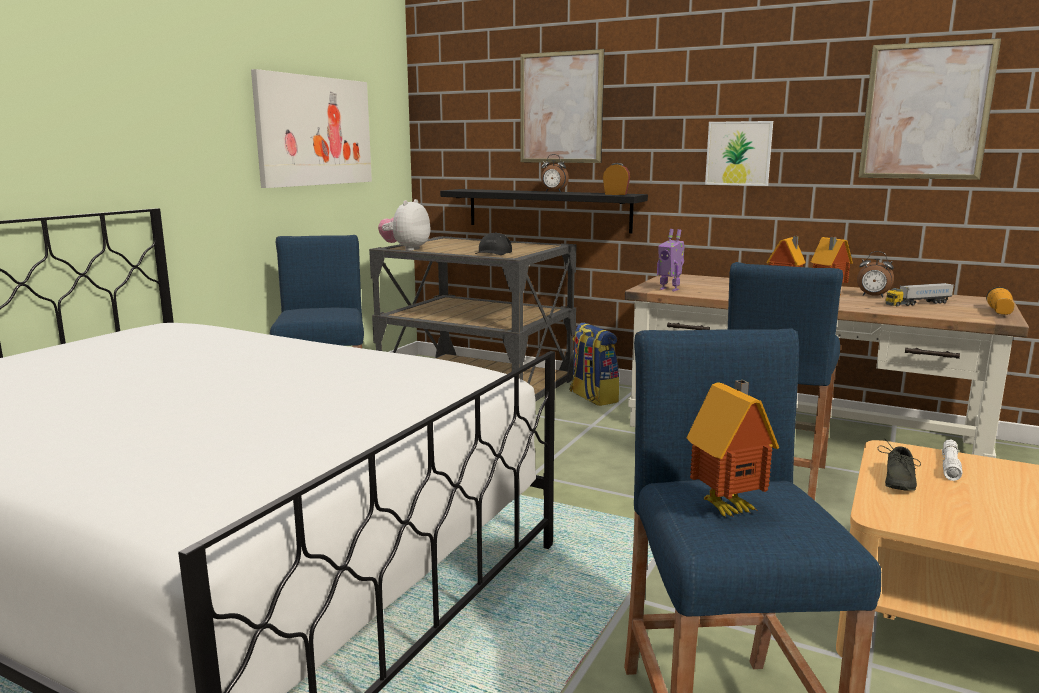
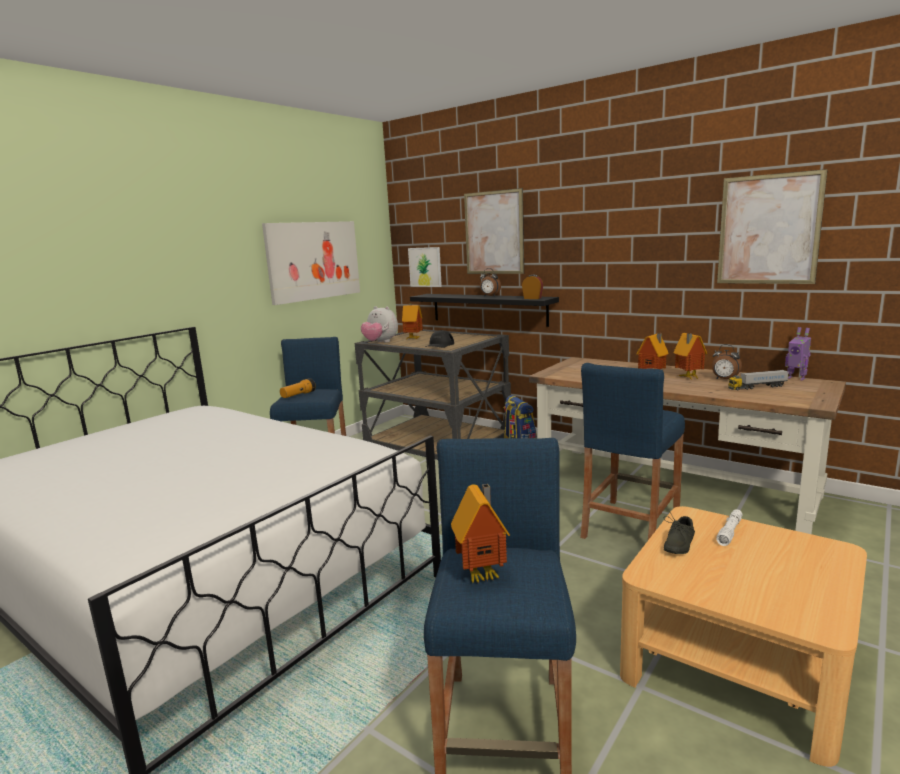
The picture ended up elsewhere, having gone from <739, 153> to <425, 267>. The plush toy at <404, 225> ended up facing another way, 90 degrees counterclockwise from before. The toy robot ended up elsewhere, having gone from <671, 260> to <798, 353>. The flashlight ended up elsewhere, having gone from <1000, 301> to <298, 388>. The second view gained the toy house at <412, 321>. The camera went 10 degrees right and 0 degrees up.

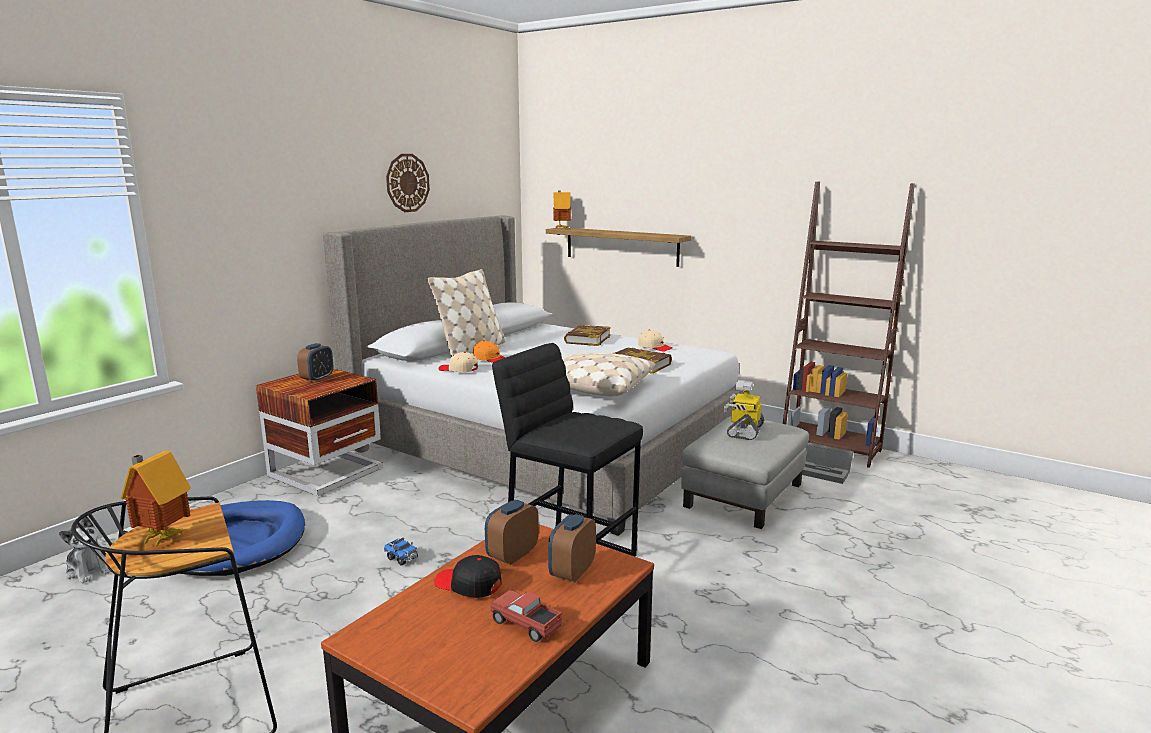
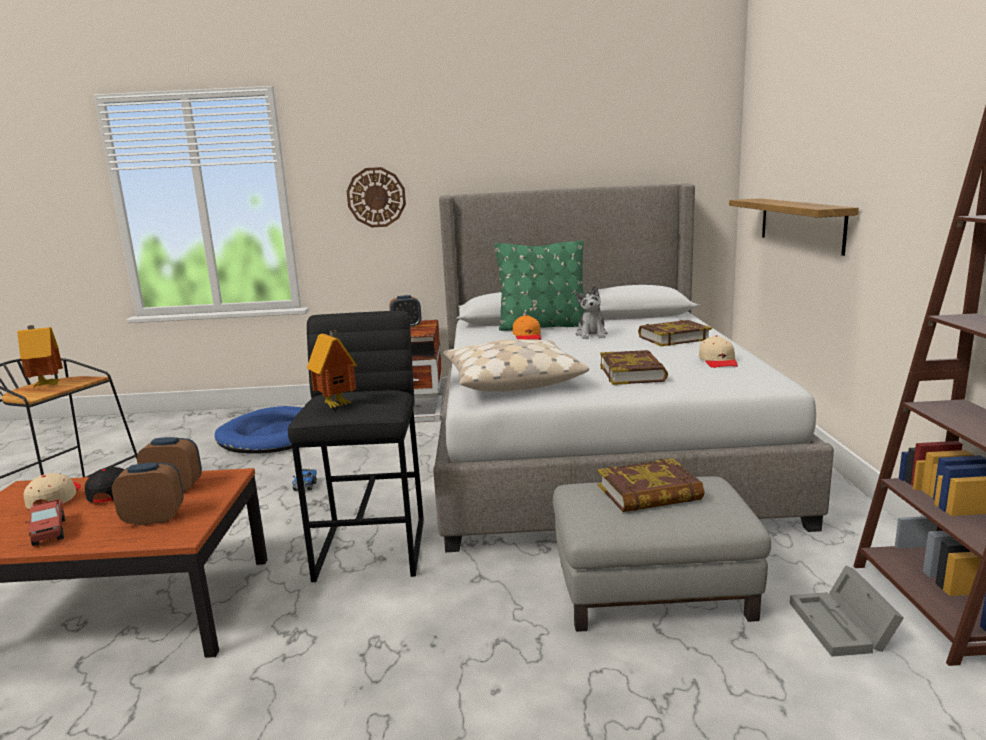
The wall clock ended up elsewhere, having gone from <408, 183> to <376, 197>. The toy house ended up elsewhere, having gone from <562, 209> to <332, 369>. What was the pillow/beige at <466, 313> turned into the pillow/green at <539, 285>. The cap/beige ended up elsewhere, having gone from <458, 362> to <52, 491>. Where the toy robot stood at <743, 410>, the book came to stand at <651, 485>. The plush toy ended up elsewhere, having gone from <85, 549> to <591, 312>. The toy truck at <526, 616> ended up facing another way, 150 degrees clockwise from before. The camera went 55 degrees right and 0 degrees up.

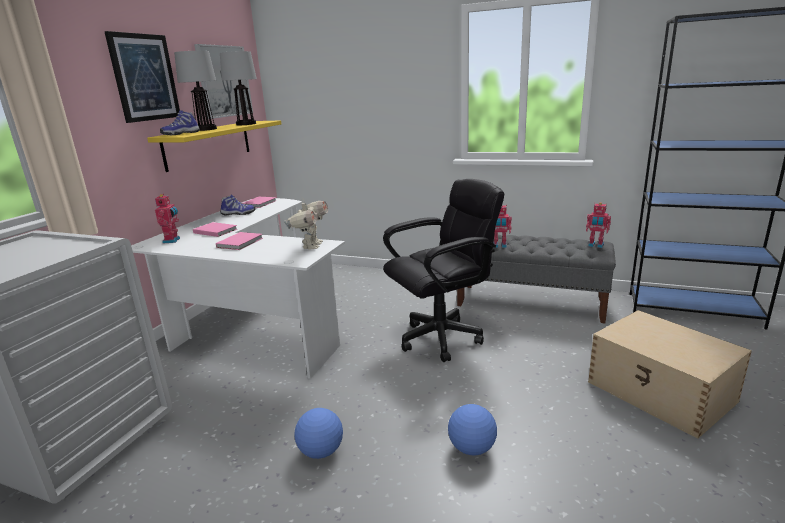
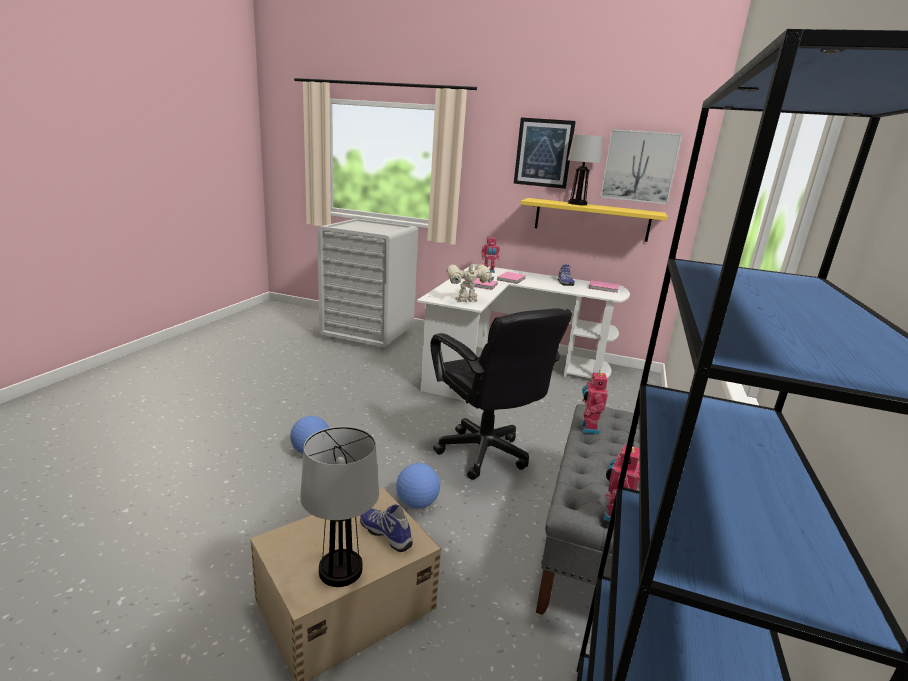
The table lamp ended up elsewhere, having gone from <238, 88> to <339, 506>. The shoe ended up elsewhere, having gone from <180, 122> to <386, 528>. The toy robot at <306, 224> ended up facing another way, 150 degrees clockwise from before. The football ended up elsewhere, having gone from <319, 433> to <418, 486>. The camera went 85 degrees right and 0 degrees up.

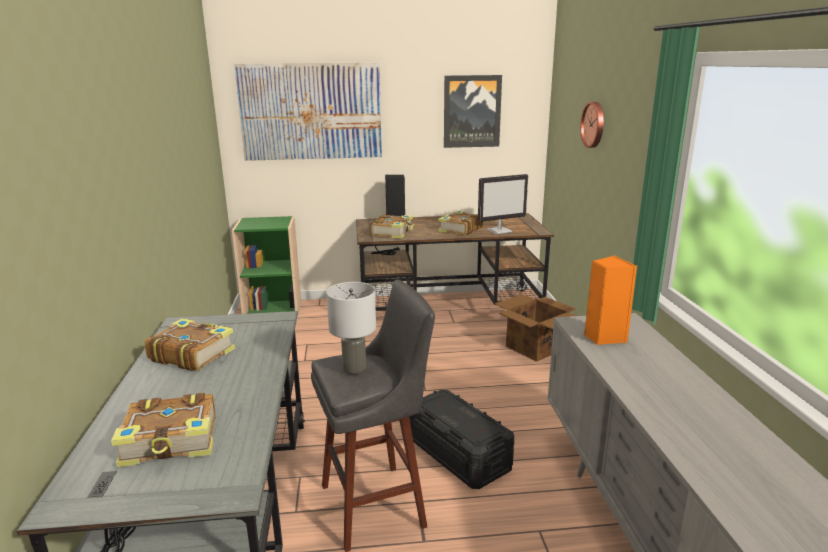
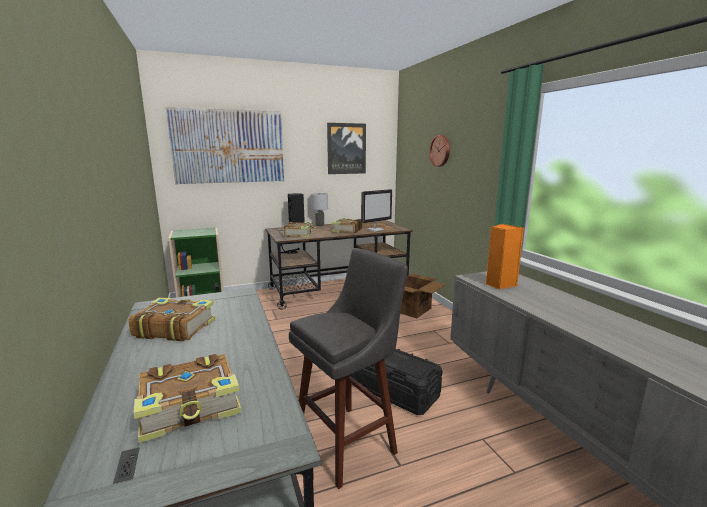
The table lamp/white ended up elsewhere, having gone from <351, 328> to <319, 209>. The camera went 15 degrees left and 5 degrees down.

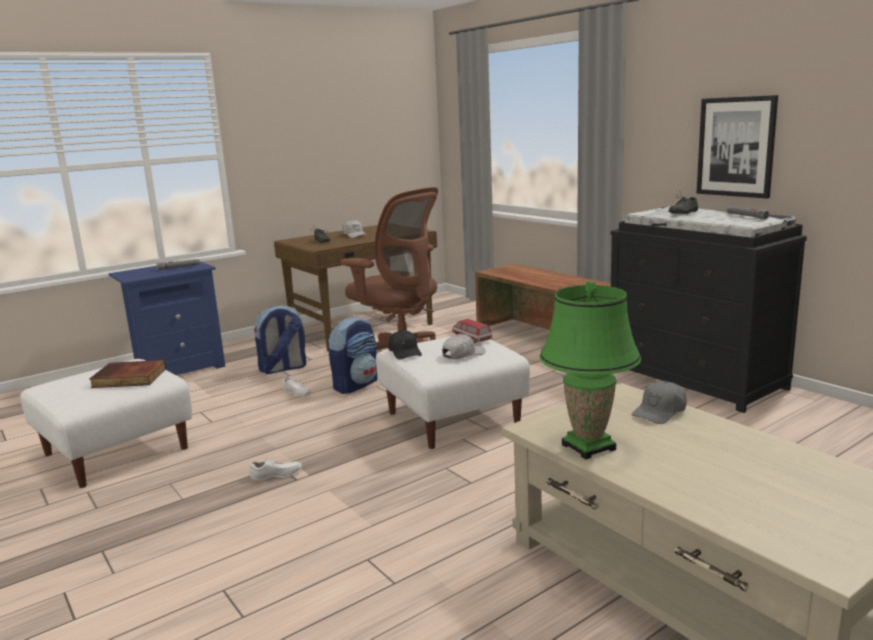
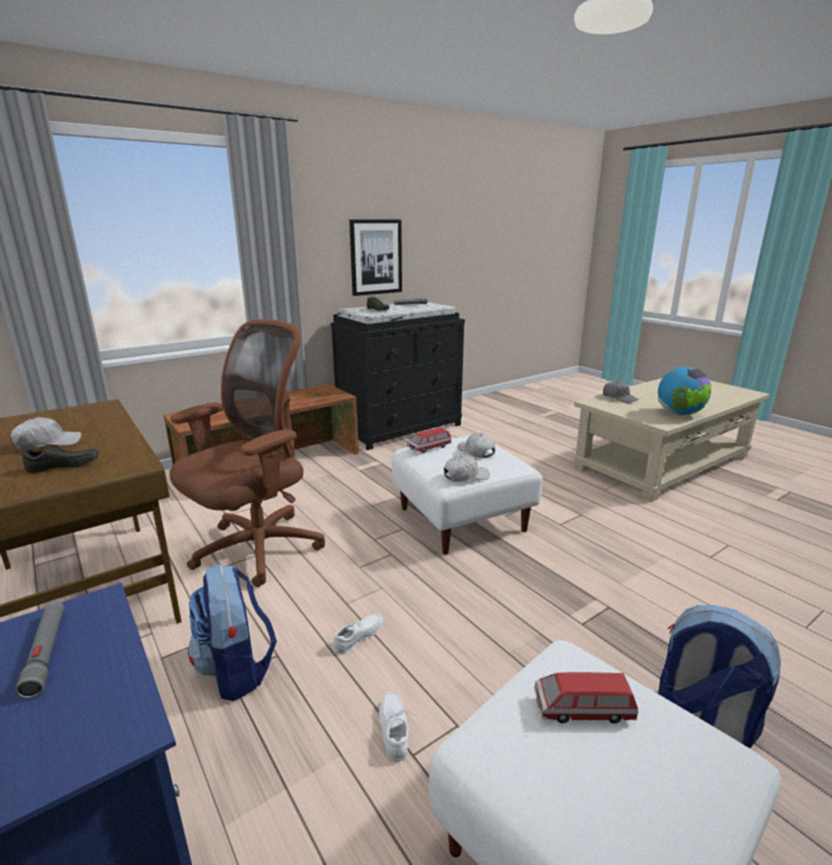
Where the table lamp/green stood at <590, 370>, the globe came to stand at <684, 391>. The backpack ended up elsewhere, having gone from <352, 355> to <719, 676>. What was the cap/black at <405, 345> turned into the cap/white at <467, 468>. Where the book stood at <128, 374>, the toy car came to stand at <586, 698>. The shoe/white ended up elsewhere, having gone from <275, 468> to <397, 726>. The camera went 90 degrees left and 5 degrees up.

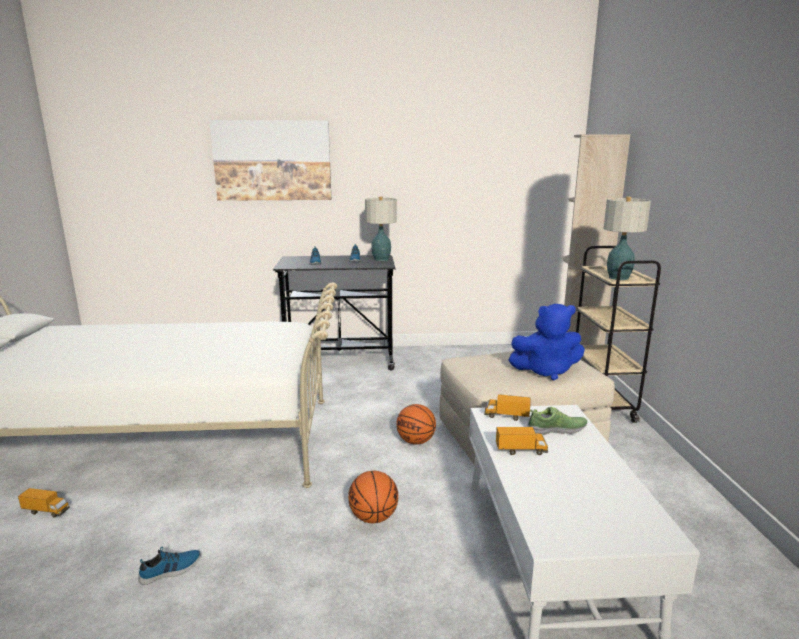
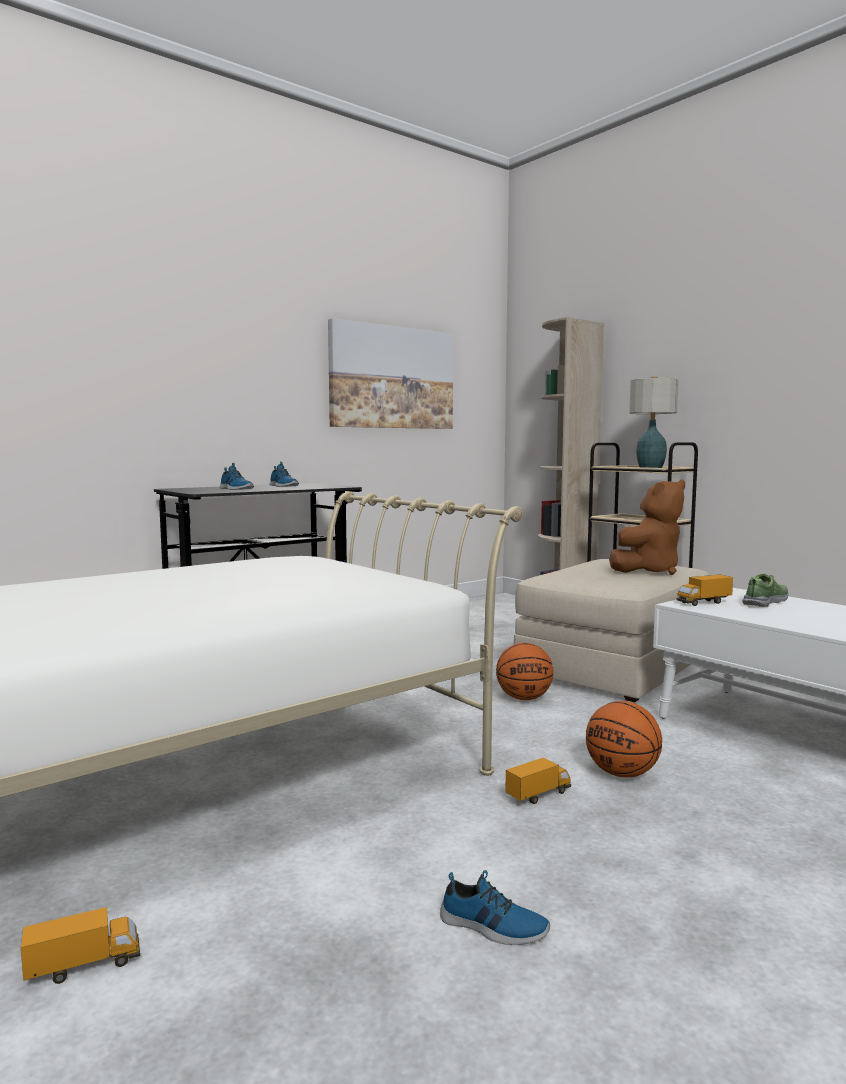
The picture ended up elsewhere, having gone from <270, 160> to <390, 373>. The second view lost the table lamp at <381, 229>. What was the plush toy/blue at <547, 342> turned into the plush toy/brown at <647, 527>. The toy truck ended up elsewhere, having gone from <522, 441> to <538, 780>. The shoe at <169, 566> ended up facing another way, 90 degrees clockwise from before. The camera went 35 degrees left and 10 degrees down.

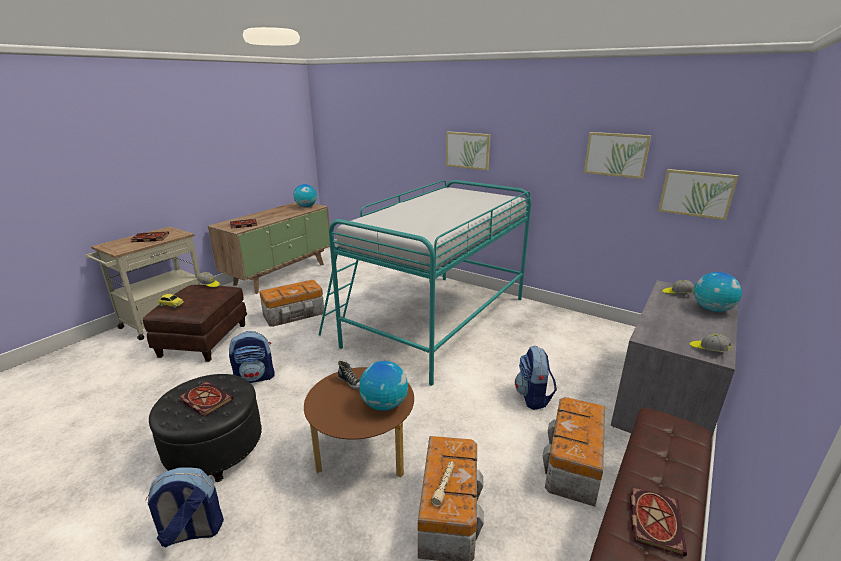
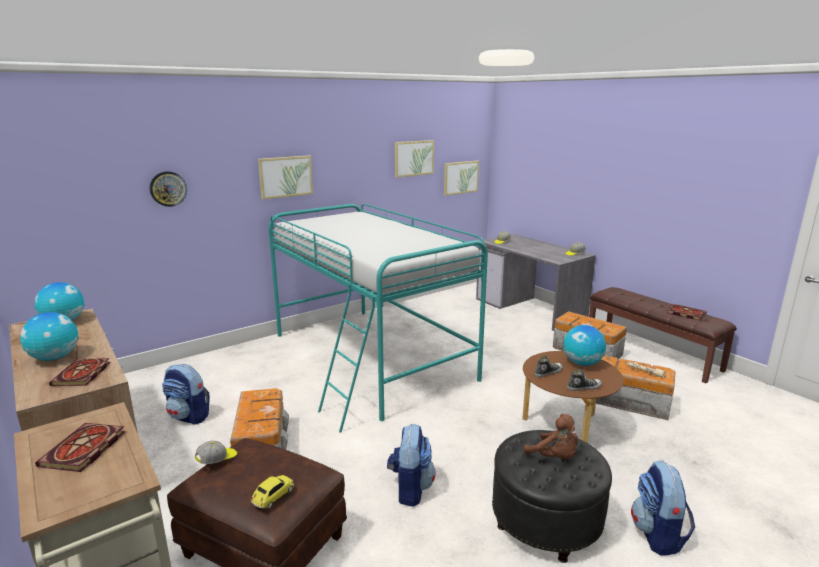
The globe ended up elsewhere, having gone from <717, 292> to <49, 336>. The backpack ended up elsewhere, having gone from <536, 378> to <186, 394>. Where the book stood at <206, 399>, the plush toy/brown came to stand at <551, 436>. The second view gained the wall clock at <168, 189>. The second view gained the shoe at <584, 380>. The camera went 70 degrees left and 5 degrees down.

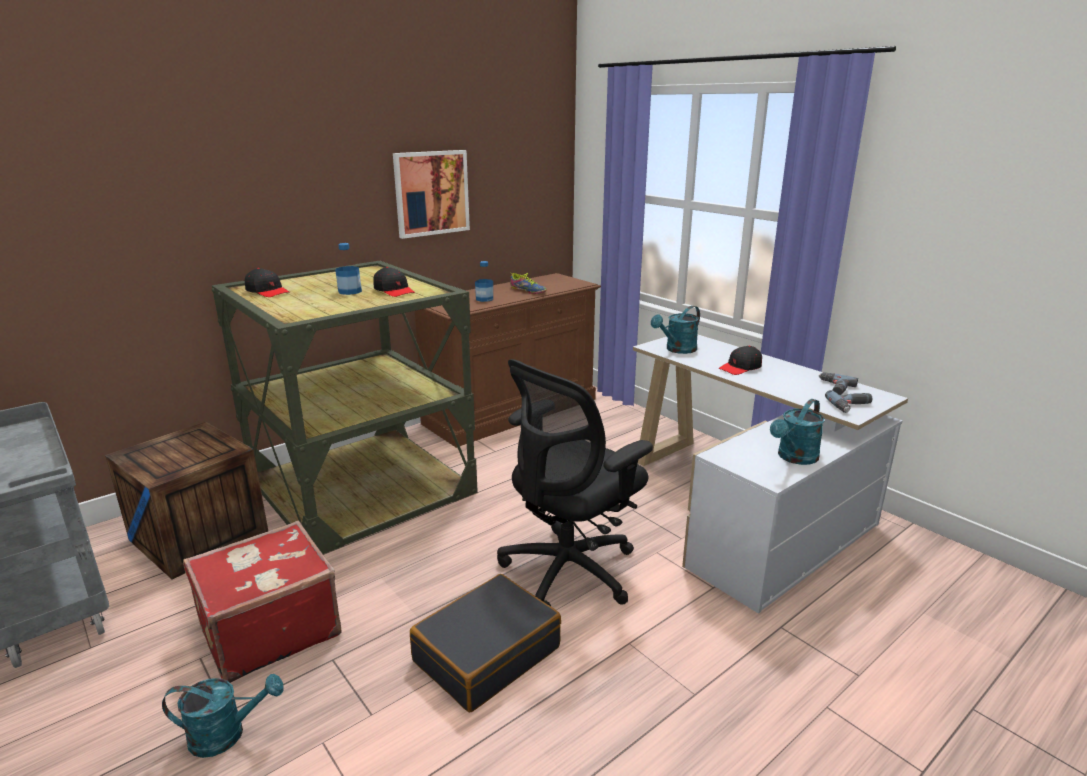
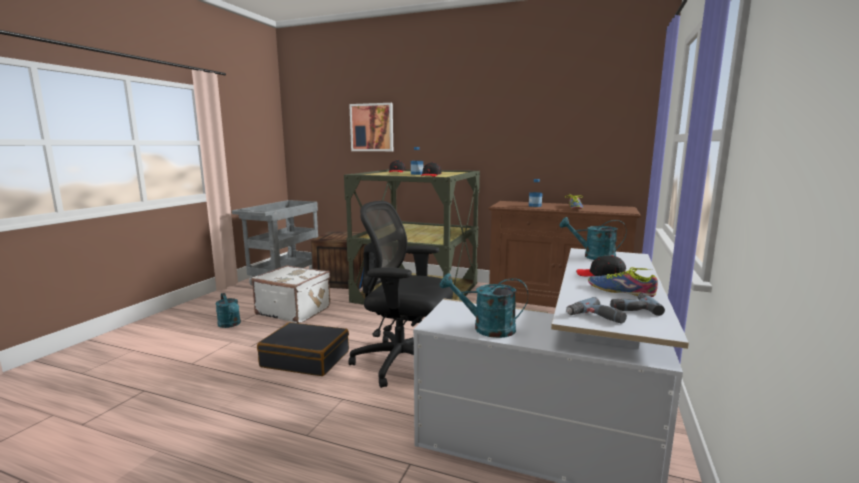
The picture ended up elsewhere, having gone from <431, 194> to <371, 127>. What was the suitcase/red at <262, 601> turned into the suitcase/white at <291, 294>. The second view gained the shoe at <623, 282>. The camera went 60 degrees right and 10 degrees down.

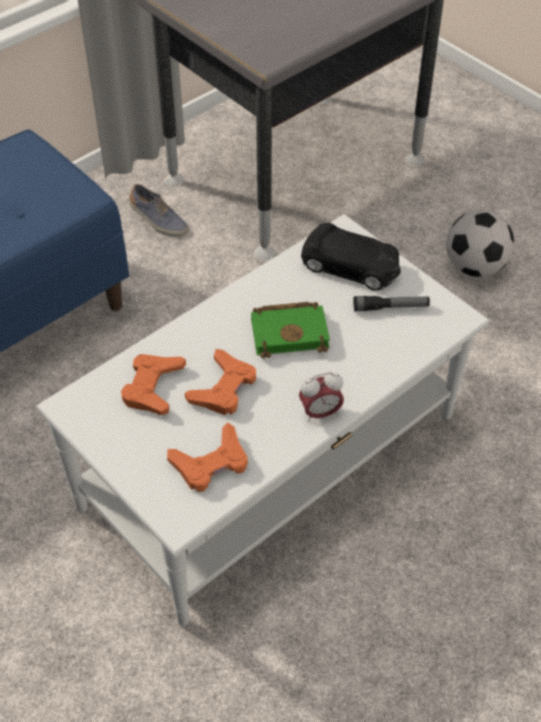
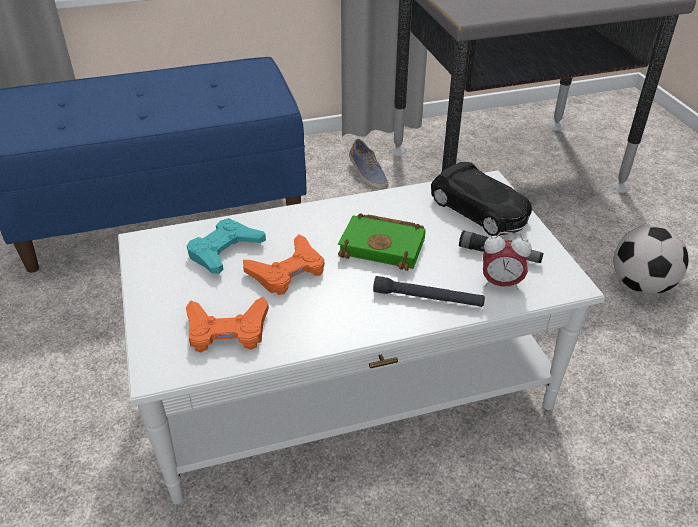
What was the game controller/orange at <153, 384> turned into the game controller/turquoise at <226, 246>. The alarm clock ended up elsewhere, having gone from <321, 397> to <507, 261>. The second view gained the flashlight/black at <429, 291>. The camera went 25 degrees right and 10 degrees down.

